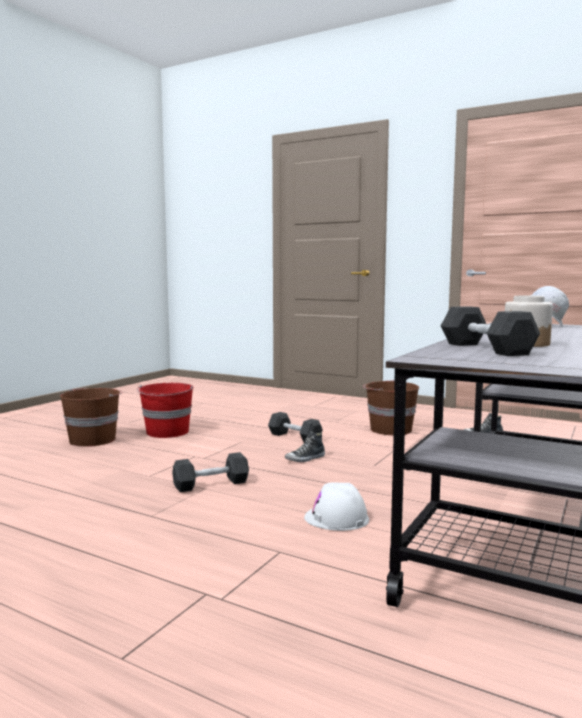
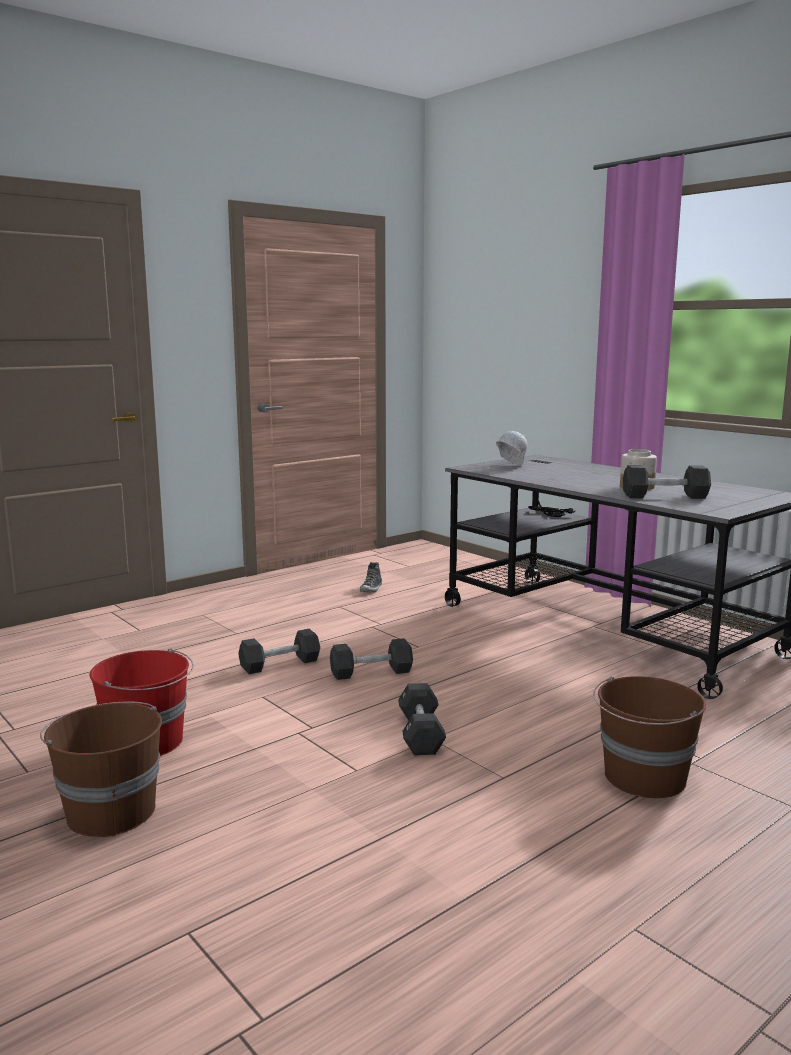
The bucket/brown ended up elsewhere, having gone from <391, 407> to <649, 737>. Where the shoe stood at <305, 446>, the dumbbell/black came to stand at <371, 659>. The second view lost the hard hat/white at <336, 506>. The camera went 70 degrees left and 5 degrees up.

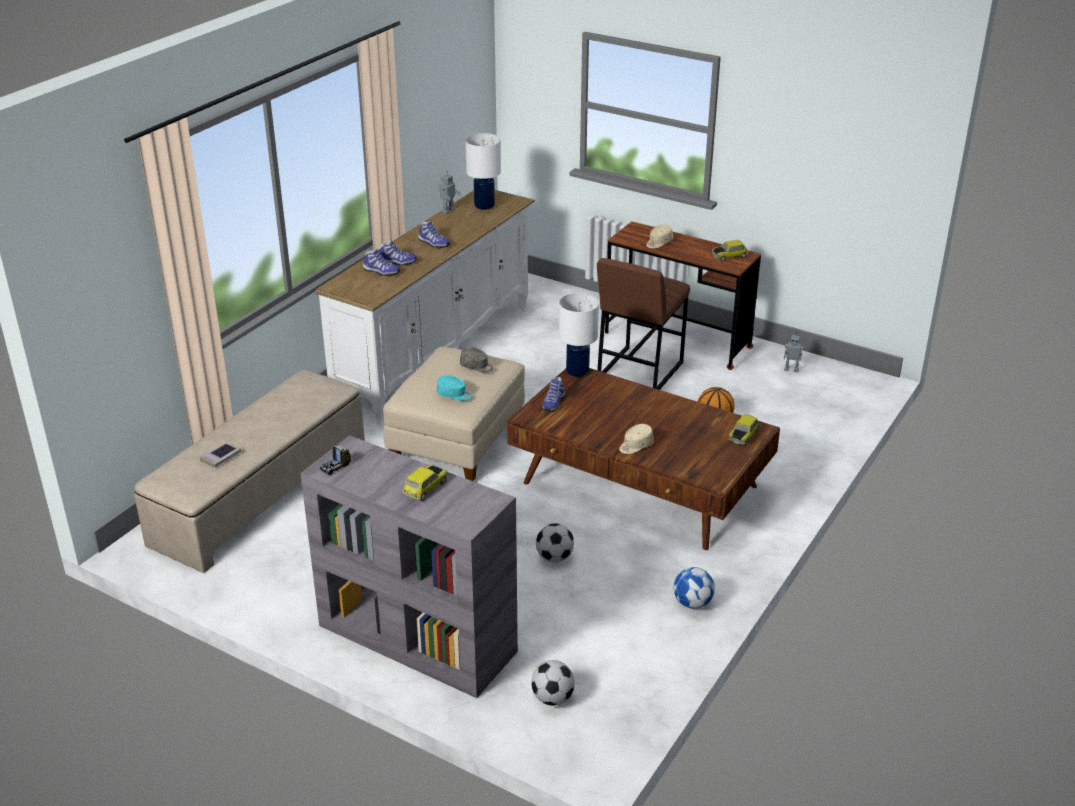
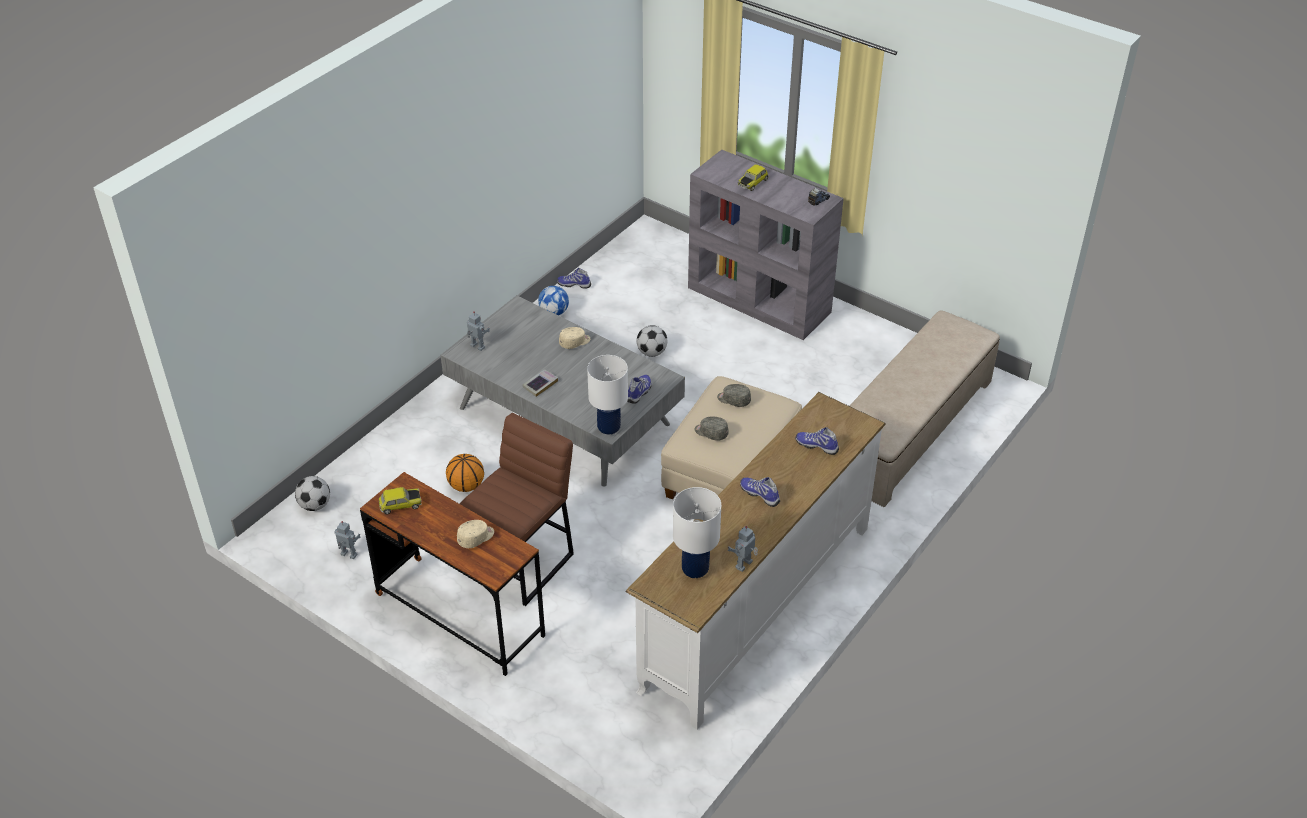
The shoe ended up elsewhere, having gone from <398, 253> to <574, 278>. What was the coffee table/brown at <643, 459> turned into the coffee table/grey at <562, 390>. What was the cap/turquoise at <454, 388> turned into the cap/grey at <734, 395>. Where the toy car stood at <744, 430>, the toy robot came to stand at <478, 331>. The book ended up elsewhere, having gone from <221, 455> to <540, 383>. The football ended up elsewhere, having gone from <553, 683> to <312, 493>. The camera went 175 degrees left and 10 degrees up.

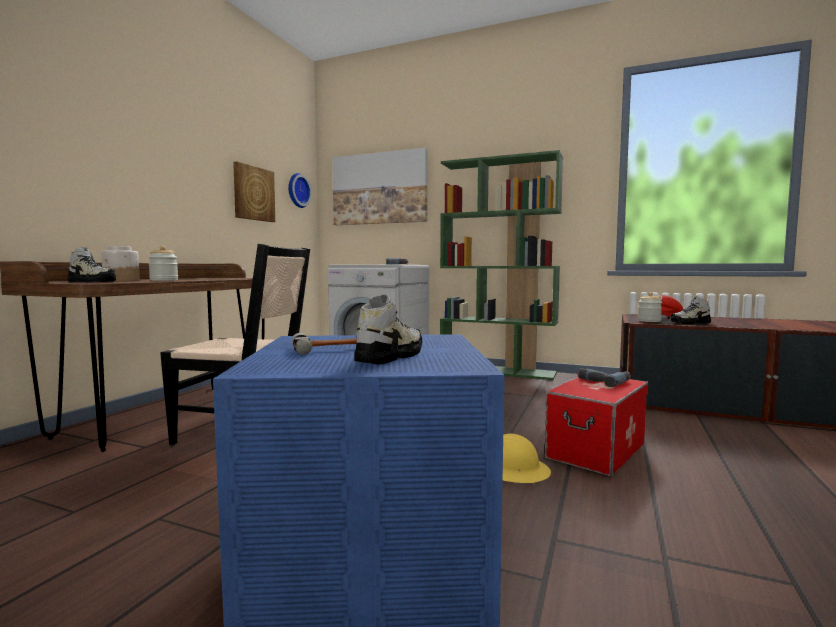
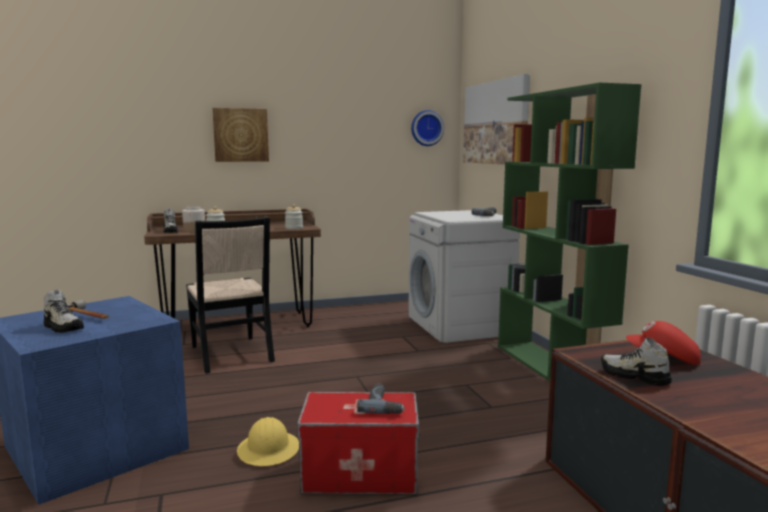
The picture ended up elsewhere, having gone from <254, 192> to <240, 135>. The jar ended up elsewhere, having gone from <650, 307> to <294, 216>. The shoe at <388, 329> ended up facing another way, 45 degrees clockwise from before. The camera went 50 degrees right and 5 degrees up.

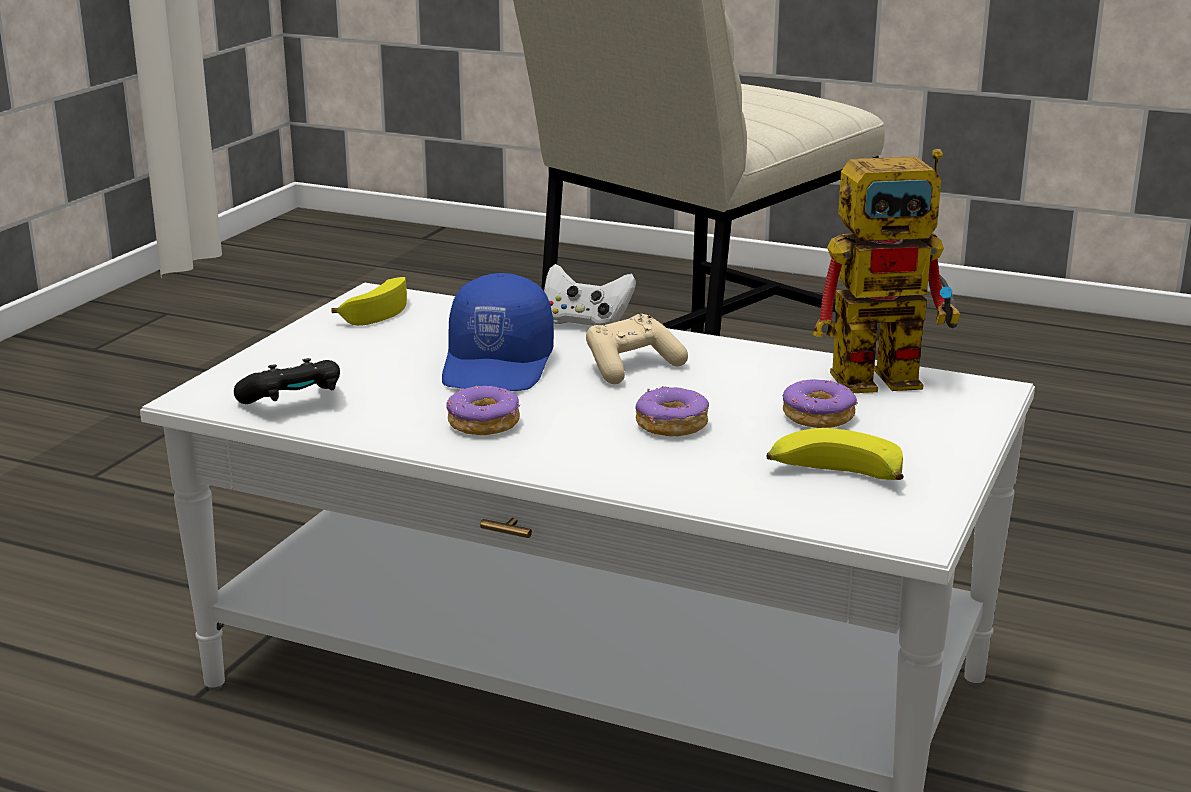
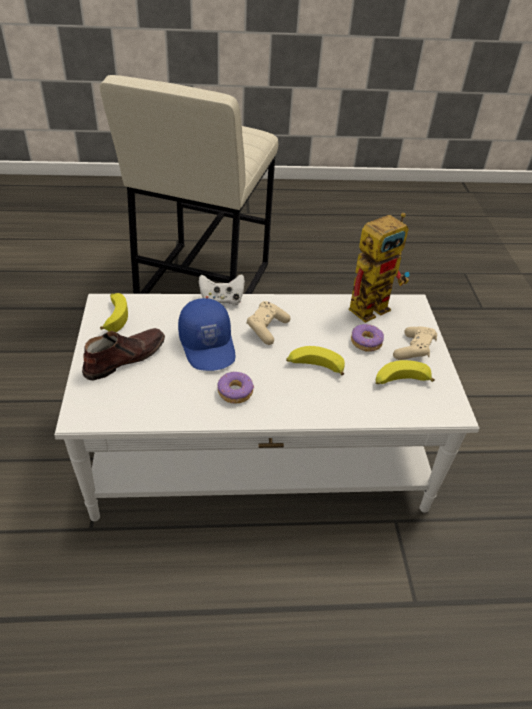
The second view lost the game controller/black at <287, 381>. Where the donut stood at <672, 411>, the banana came to stand at <315, 360>. The second view gained the game controller/beige at <415, 343>. The second view gained the shoe/brown at <123, 354>. The camera went 30 degrees left and 20 degrees up.

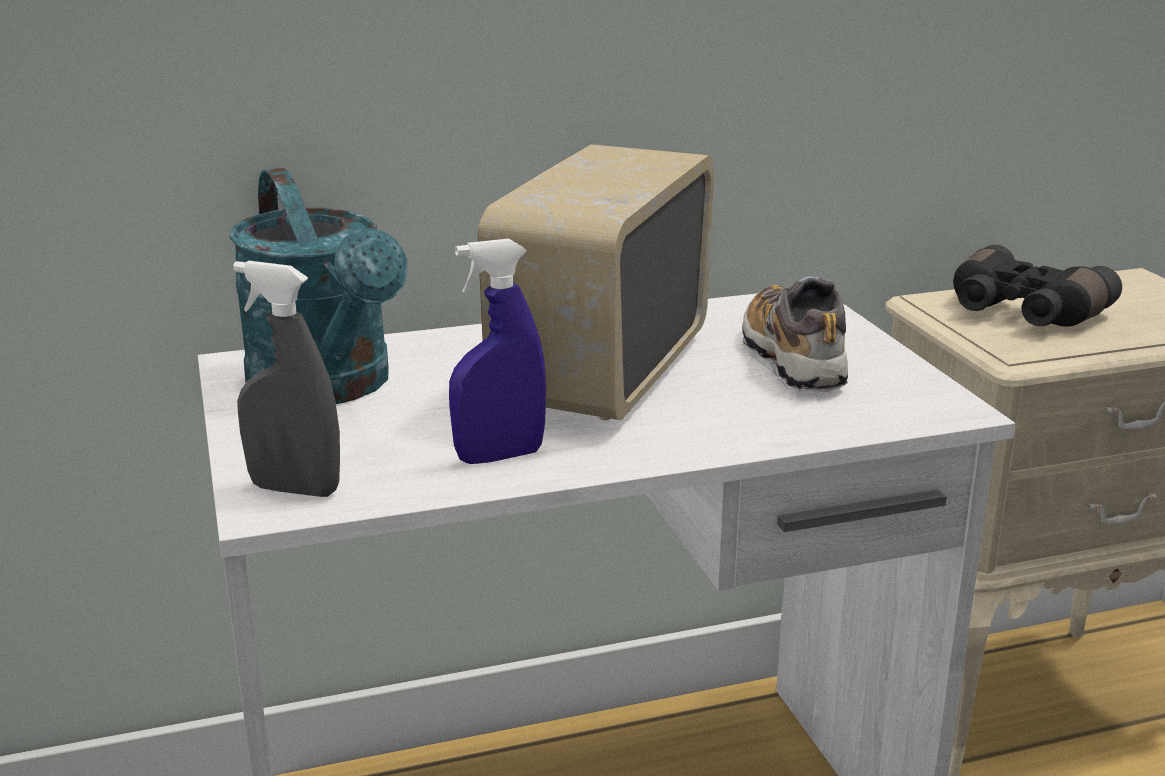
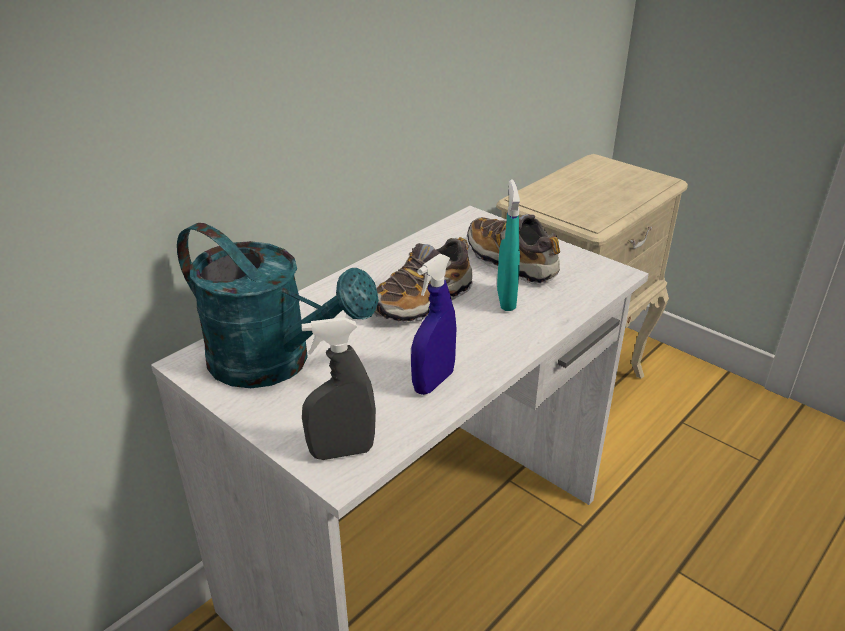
Where the radio stood at <596, 282>, the shoe came to stand at <423, 279>. The second view lost the binoculars/black at <1037, 286>. The second view gained the spray bottle/turquoise at <508, 245>. The camera went 30 degrees left and 10 degrees up.

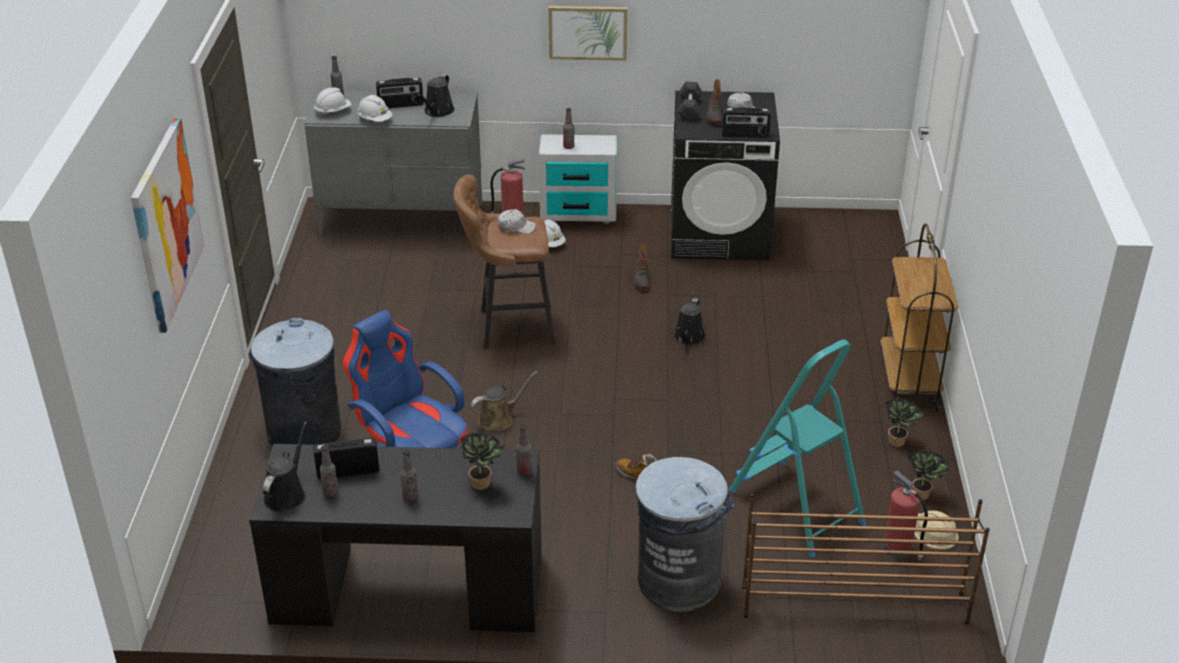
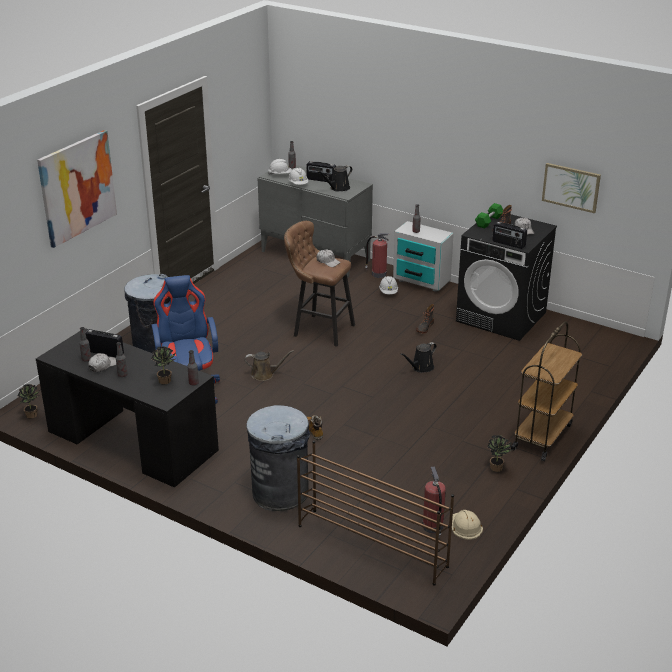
The picture ended up elsewhere, having gone from <588, 33> to <571, 188>. What was the dumbbell/grey at <690, 101> turned into the dumbbell/green at <489, 215>. The second view lost the step ladder/turquoise at <797, 448>. The second view lost the watering can/black at <285, 466>. The potted plant ended up elsewhere, having gone from <928, 474> to <28, 401>. The second view gained the cap/white at <102, 362>. The camera went 30 degrees right and 5 degrees down.

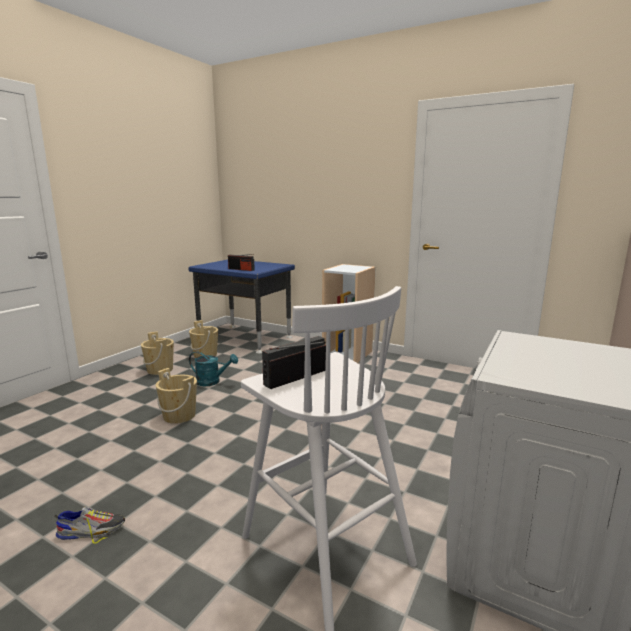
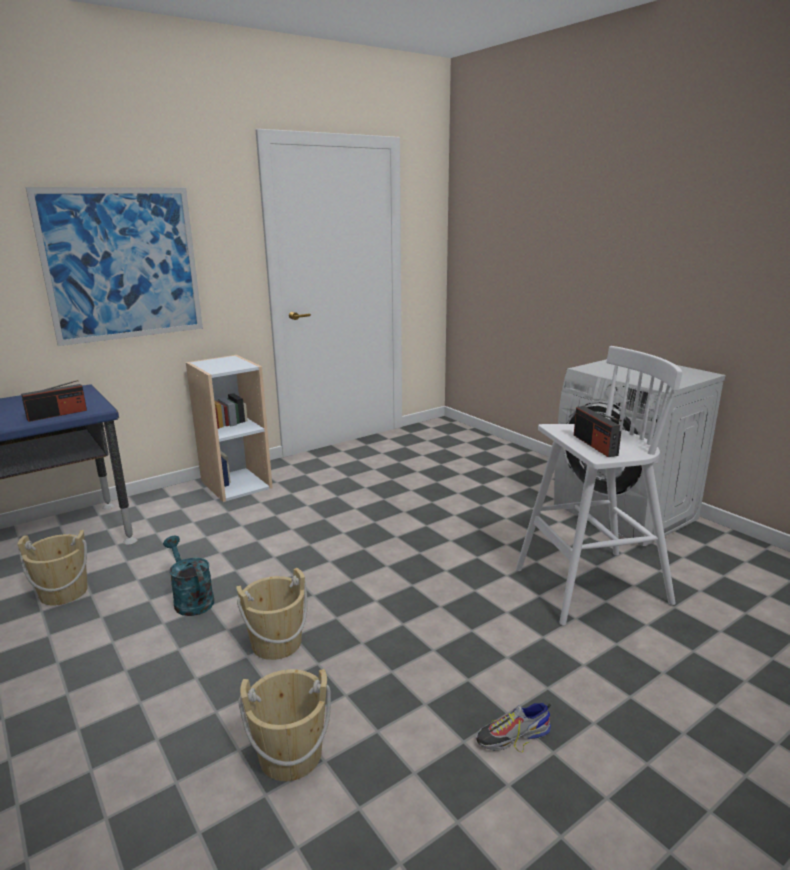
The bucket/beige ended up elsewhere, having gone from <157, 353> to <284, 725>. The watering can/turquoise at <213, 368> ended up facing another way, 75 degrees counterclockwise from before. The shoe at <89, 525> ended up facing another way, 120 degrees counterclockwise from before. The second view gained the picture at <114, 266>. The camera went 65 degrees left and 5 degrees up.

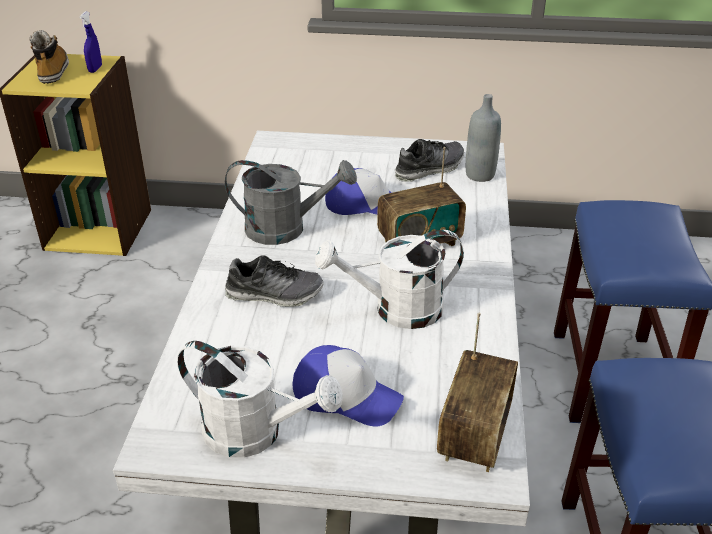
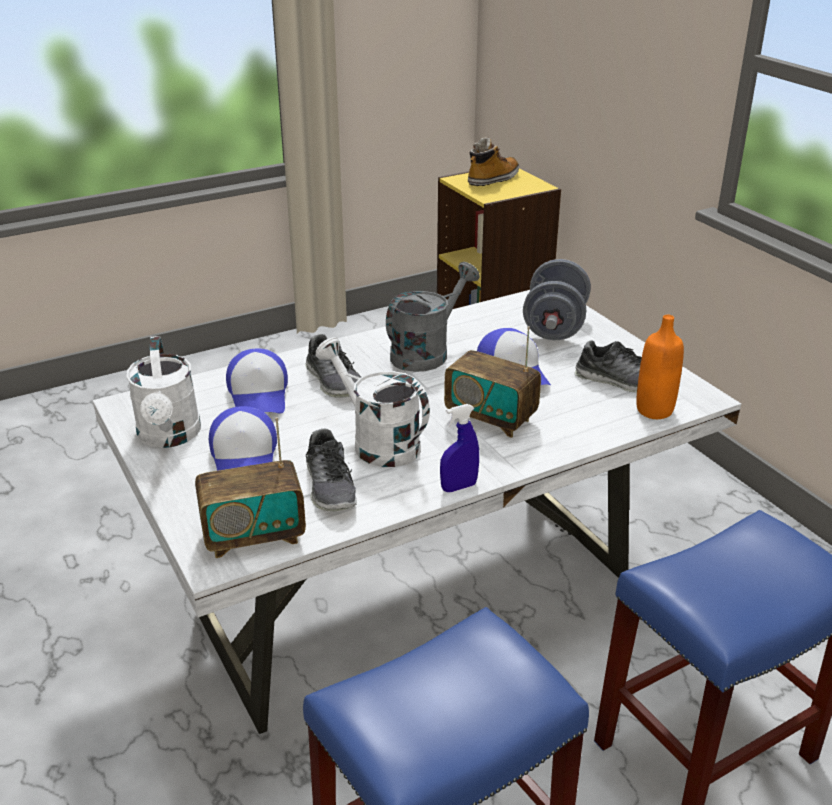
The spray bottle/blue ended up elsewhere, having gone from <91, 42> to <459, 448>. What was the bottle/grey at <483, 138> turned into the bottle/orange at <660, 367>. The watering can/grey at <291, 202> ended up facing another way, 105 degrees counterclockwise from before. The second view gained the dumbbell/grey at <557, 299>. The second view gained the cap at <257, 380>. The second view gained the shoe at <331, 470>. The camera went 55 degrees right and 5 degrees down.

